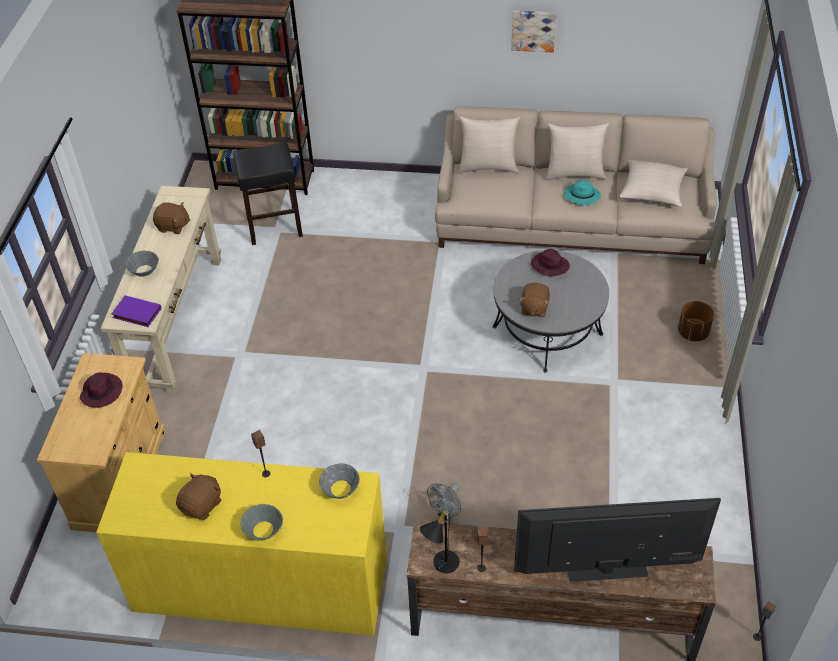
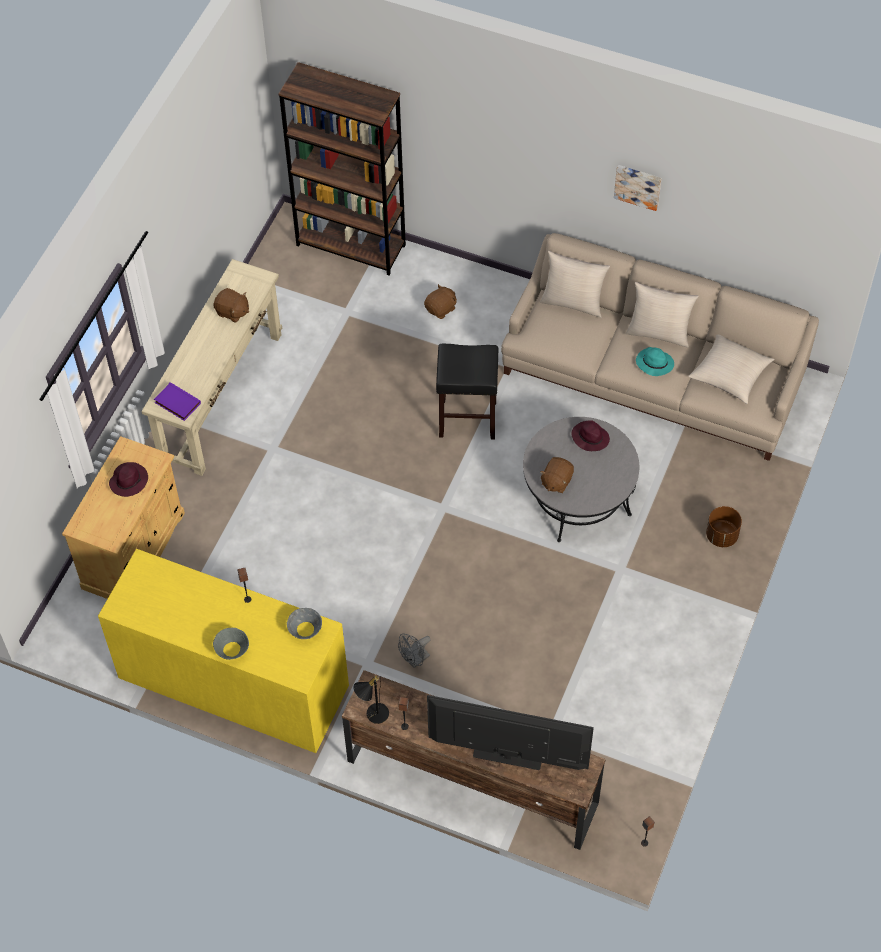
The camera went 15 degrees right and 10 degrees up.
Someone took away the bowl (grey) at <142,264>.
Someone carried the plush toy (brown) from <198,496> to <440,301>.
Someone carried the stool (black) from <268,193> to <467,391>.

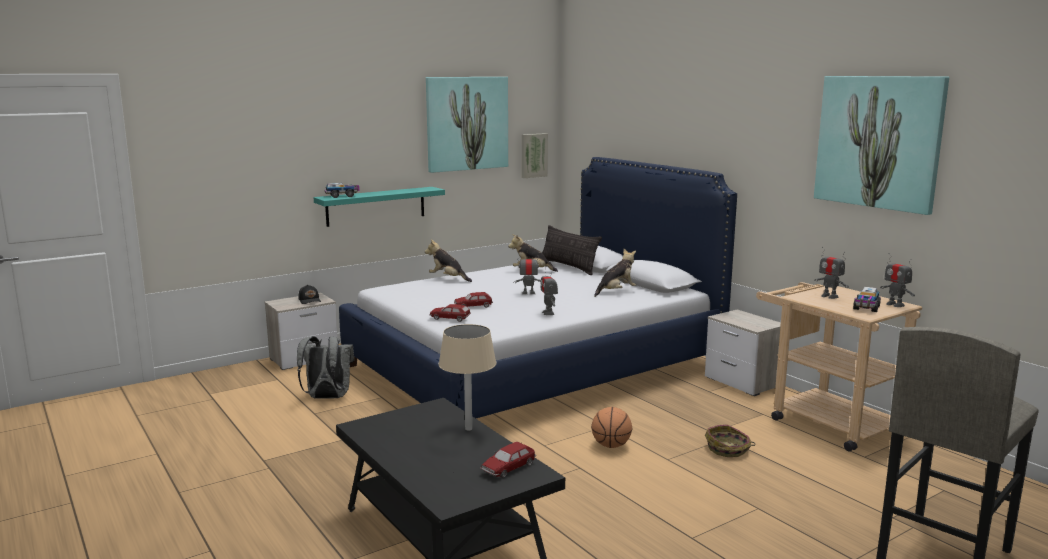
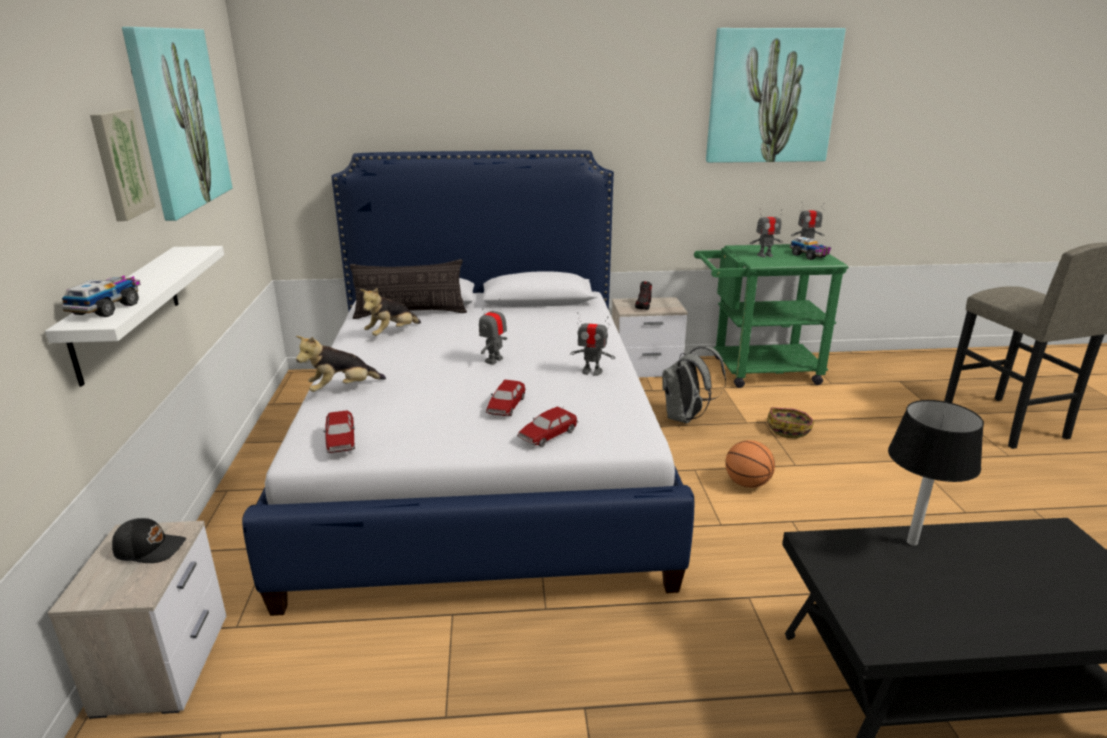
The camera went 60 degrees left and 10 degrees up.
Someone took away the plush toy at <615,273>.
Someone put down the shoe at <643,295>.
Someone carried the backpack (grey) from <325,367> to <694,385>.
Someone carried the toy car from <508,460> to <339,432>.
Someone carried the picture from <535,155> to <123,165>.
Someone repainted the shelf (turquoise) at <379,207>, which became the shelf (white) at <134,316>.
Someone repainted the table lamp (beige) at <467,377>, which became the table lamp (black) at <936,473>.
Someone repainted the cart (beige) at <839,366>, which became the cart (green) at <771,316>.

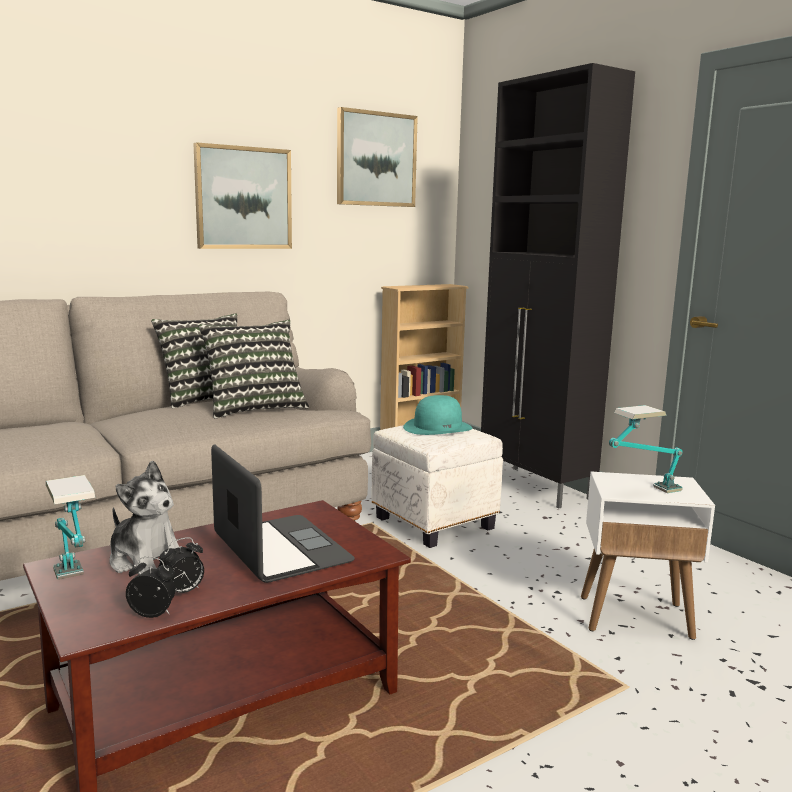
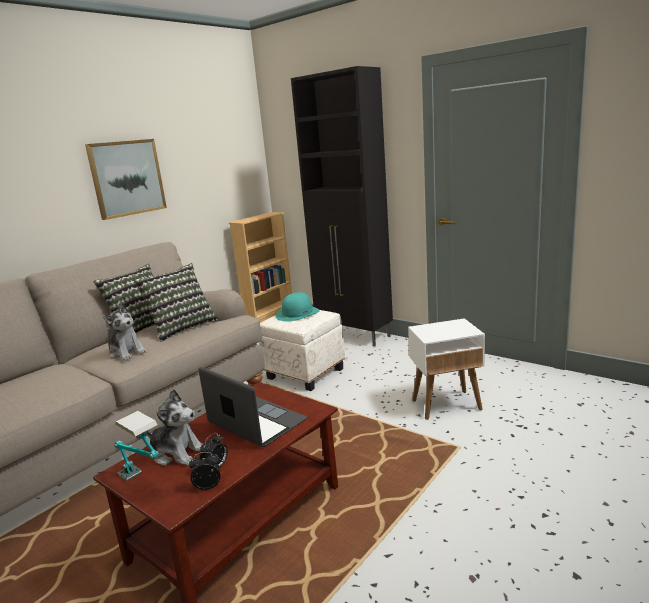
The camera went 15 degrees left and 5 degrees up.
Someone took away the picture at <377,157>.
Someone took away the table lamp at <646,449>.
Someone put down the plush toy at <125,331>.

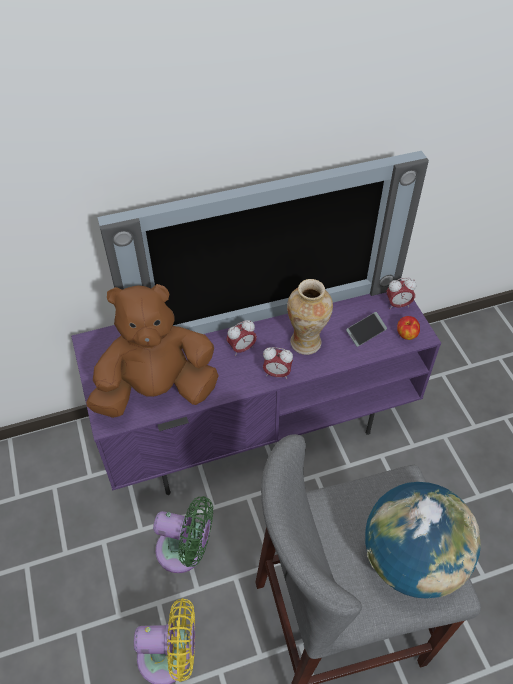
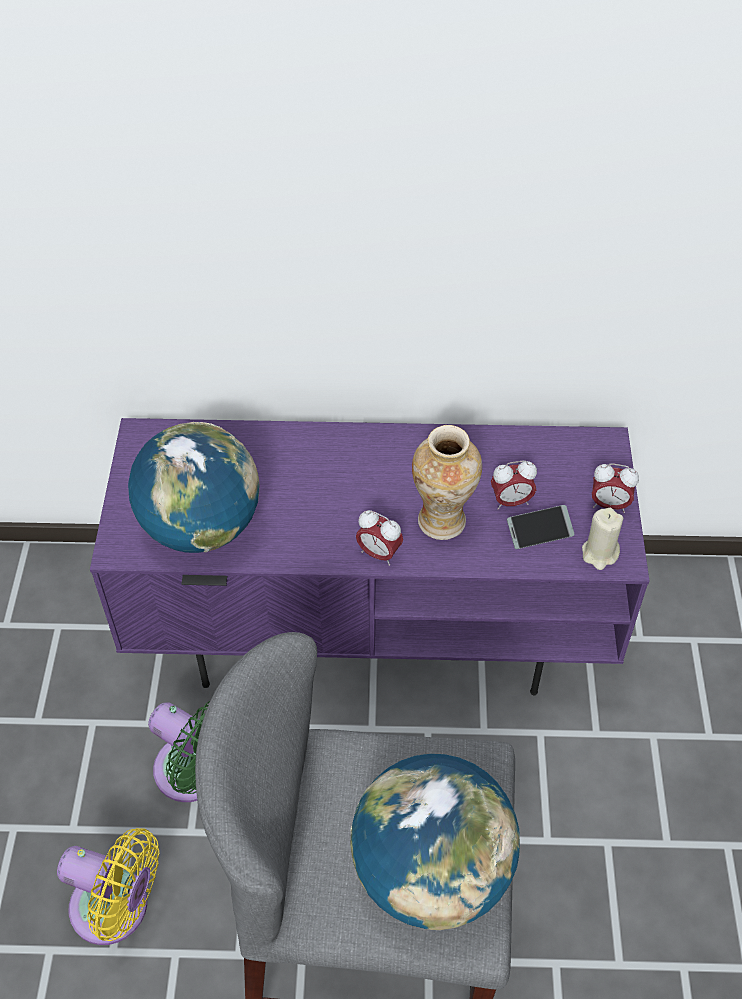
The camera went 20 degrees right and 0 degrees up.
Someone took away the television at <263,242>.
Someone carried the alarm clock from <241,338> to <514,485>.
Someone swapped the plush toy (brown) at <152,351> for the globe at <194,487>.
Someone swapped the apple at <408,328> for the candle (beige) at <602,539>.

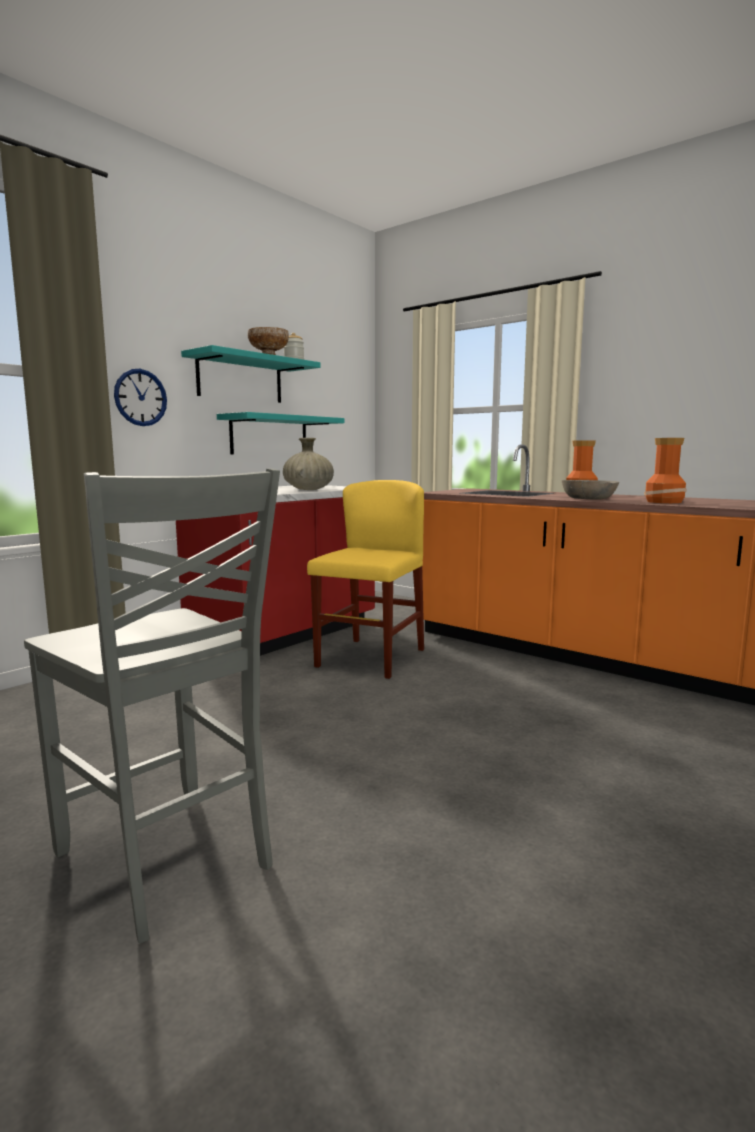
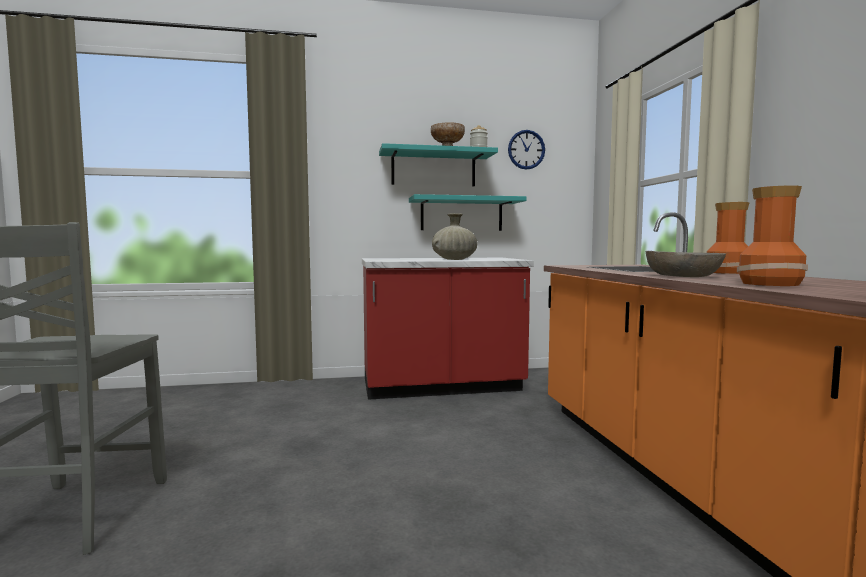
The camera went 40 degrees right and 5 degrees down.
Someone took away the chair (yellow) at <365,579>.
Someone carried the wall clock from <140,397> to <526,150>.

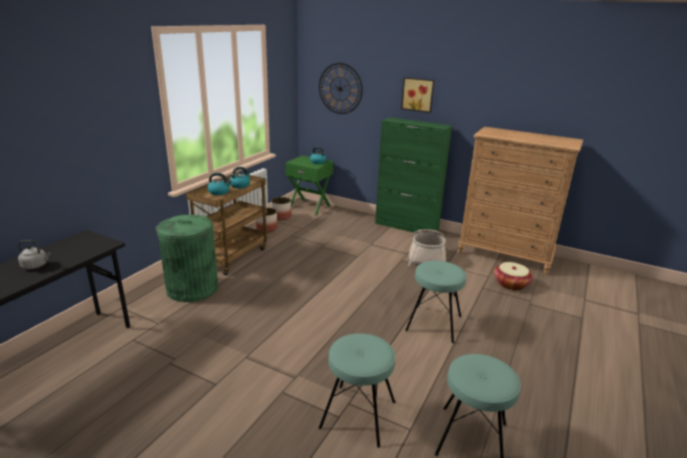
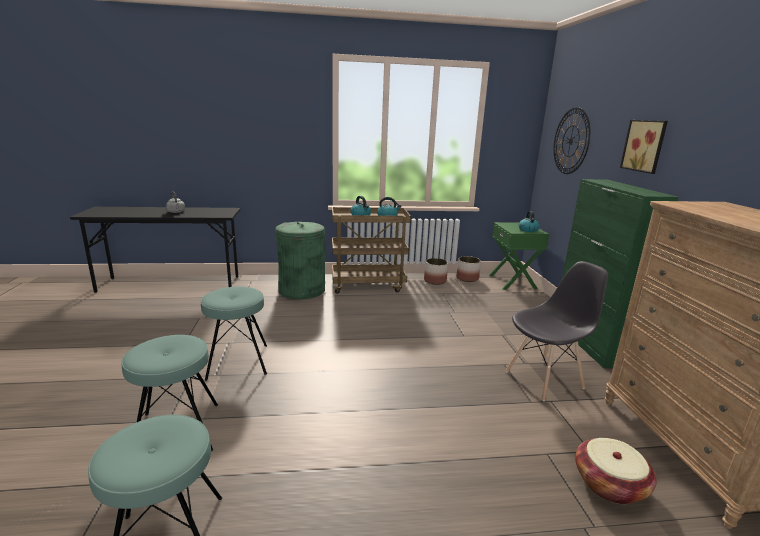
The camera went 55 degrees right and 5 degrees down.
Someone carried the stool (turquoise) from <435,302> to <234,333>.
Someone swapped the basket at <427,247> for the chair (grey) at <557,331>.

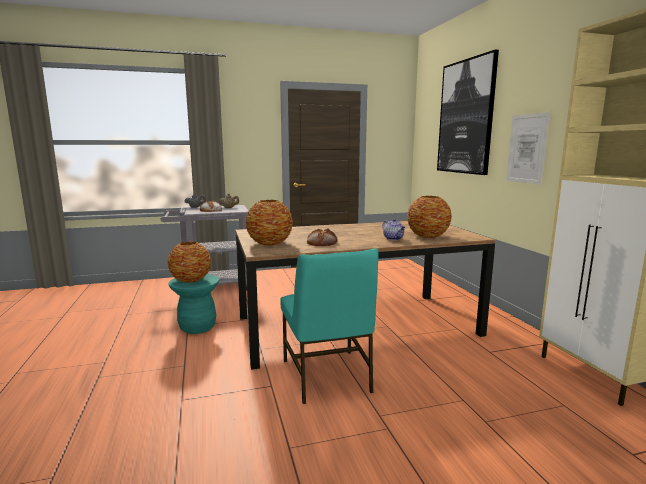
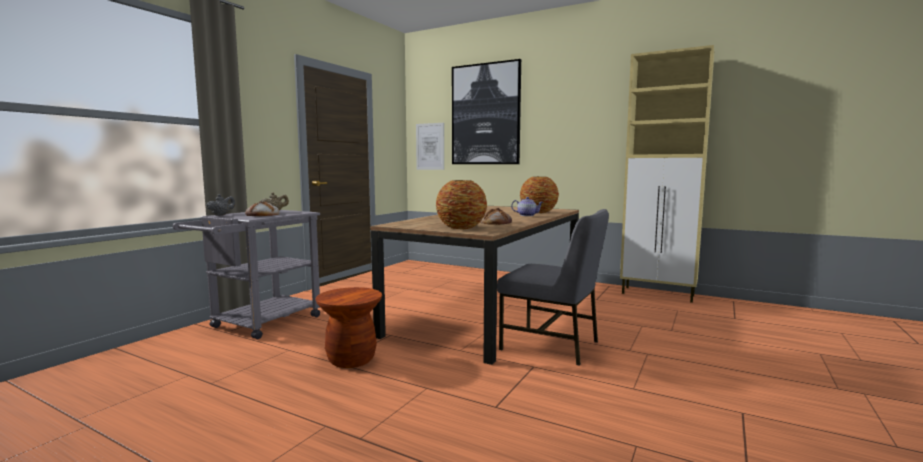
The camera went 45 degrees left and 5 degrees down.
Someone took away the vase at <189,262>.
Someone carried the picture from <528,148> to <430,146>.
Someone repainted the stool (turquoise) at <194,304>, which became the stool (brown) at <349,327>.
Someone repainted the chair (turquoise) at <329,326>, which became the chair (grey) at <553,287>.

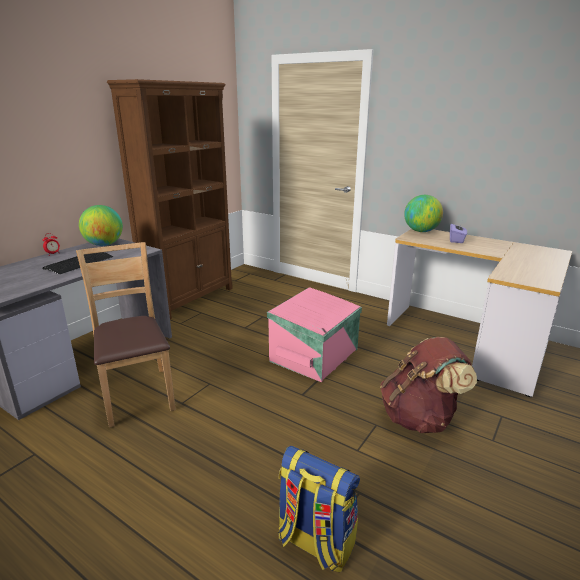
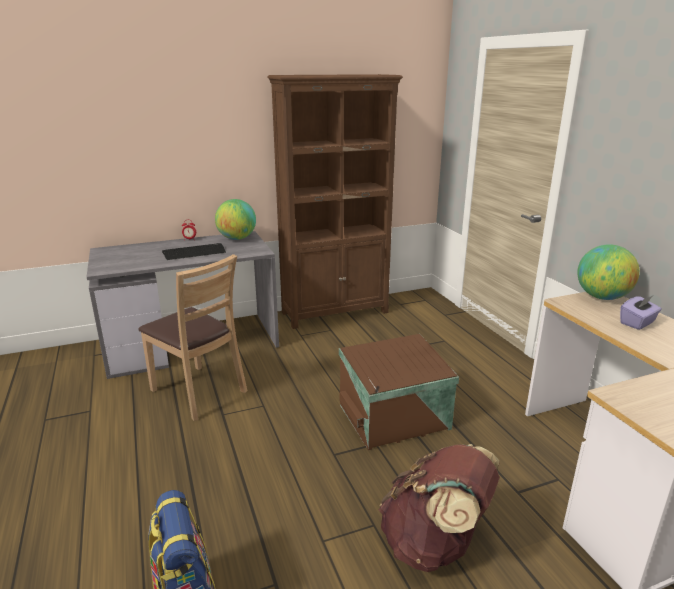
The camera went 35 degrees right and 0 degrees up.
Someone repainted the storage box (pink) at <314,334>, which became the storage box (brown) at <399,392>.
Someone rotated the chair (brown) at <126,335> by 120 degrees clockwise.

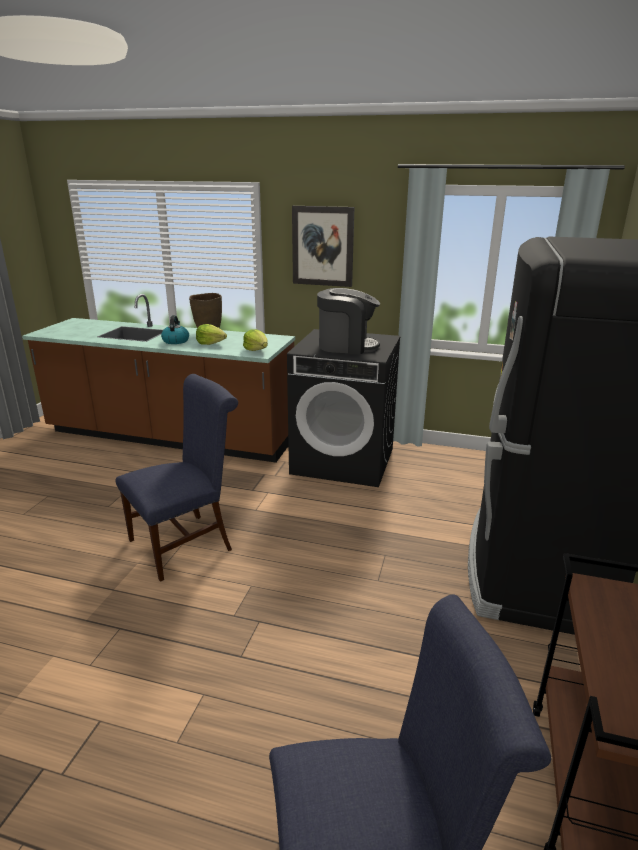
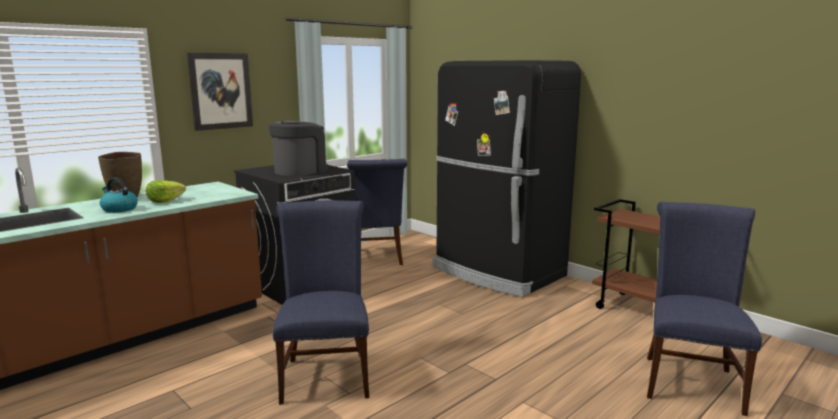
The camera went 60 degrees left and 10 degrees down.
Someone took away the lettuce at <255,340>.
Someone put down the chair (blue) at <377,212>.

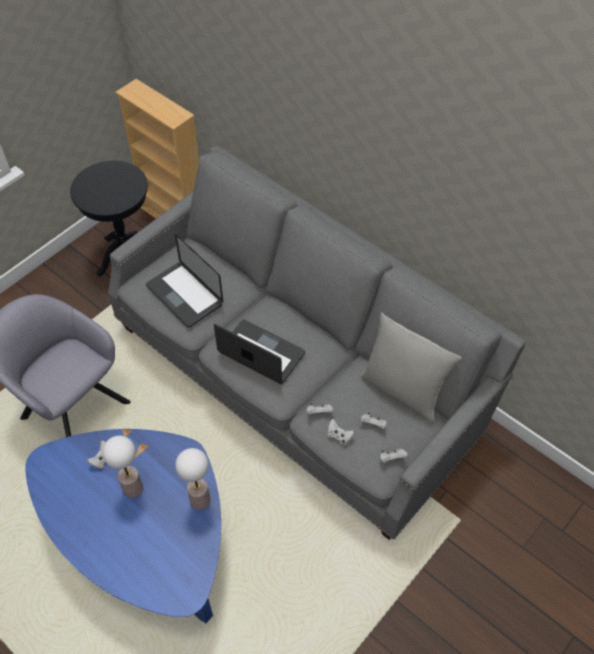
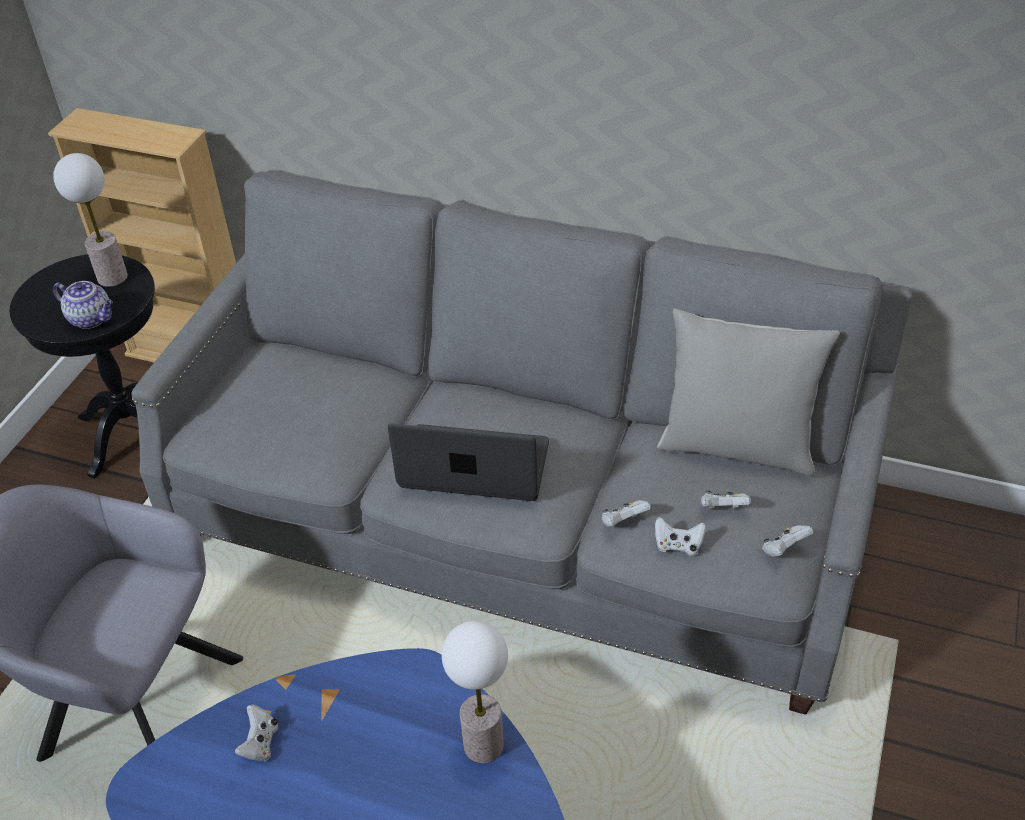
The camera went 20 degrees left and 10 degrees down.
Someone took away the laptop at <184,280>.
Someone put down the teapot at <83,305>.
Someone carried the table lamp from <122,467> to <90,220>.

